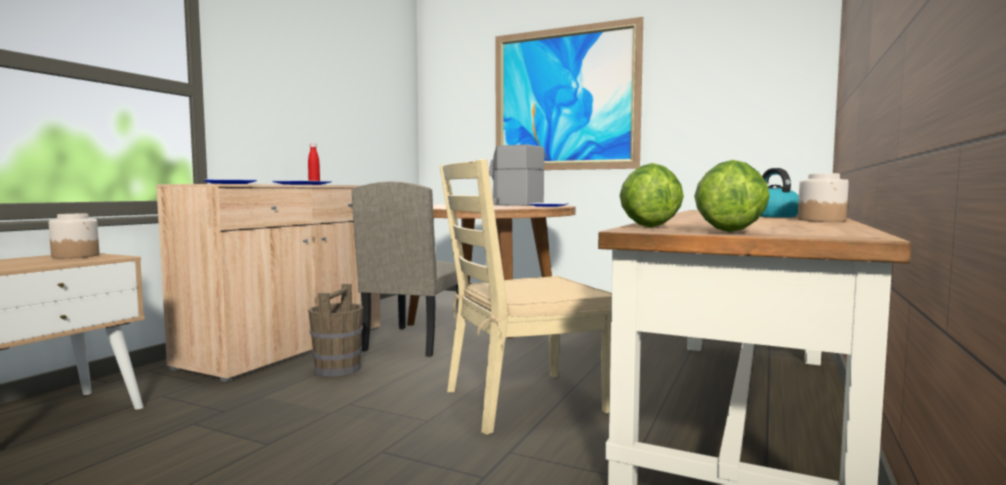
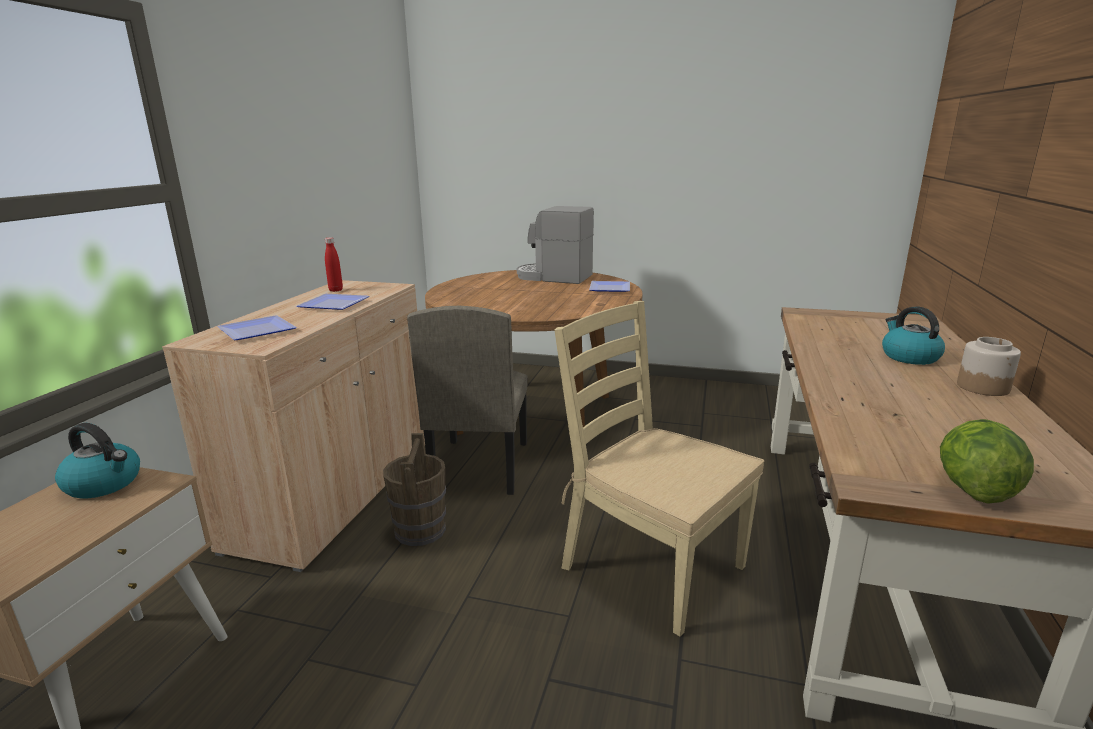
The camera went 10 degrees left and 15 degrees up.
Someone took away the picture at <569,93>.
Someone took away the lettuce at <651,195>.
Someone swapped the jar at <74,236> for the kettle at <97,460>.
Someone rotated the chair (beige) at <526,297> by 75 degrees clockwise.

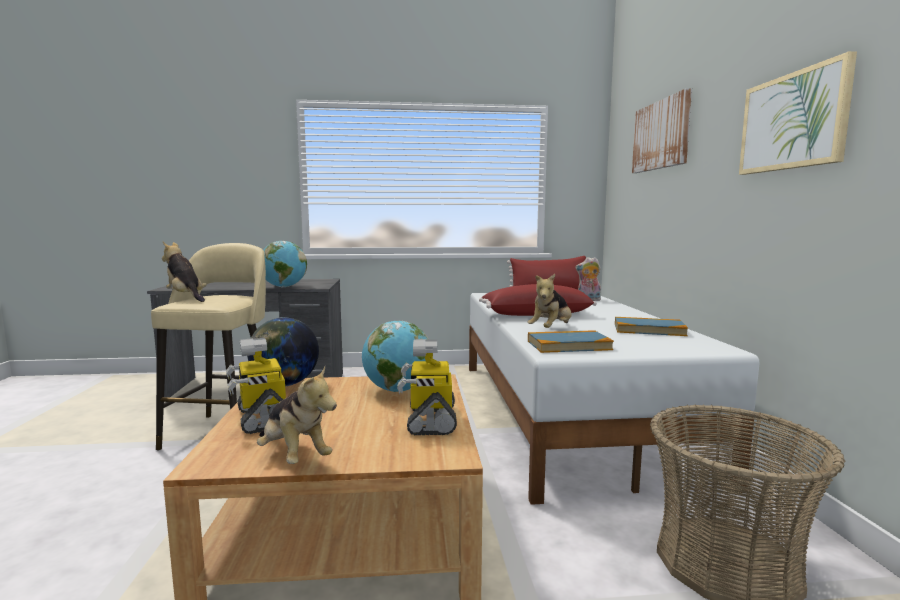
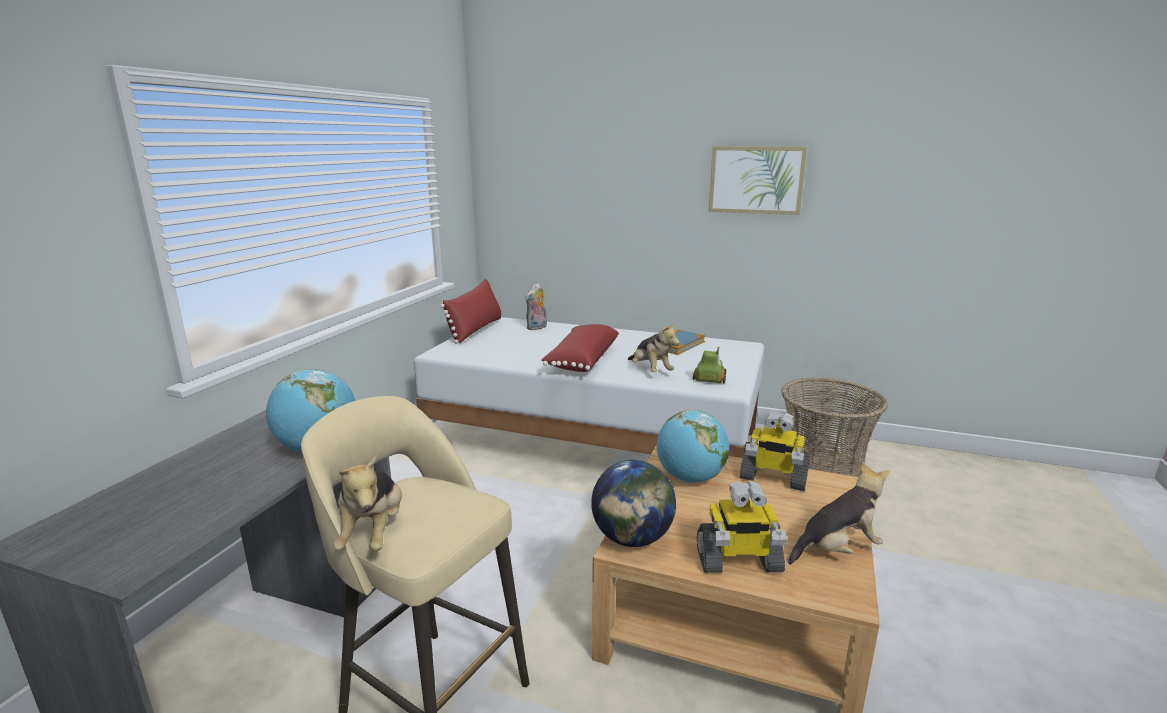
The camera went 65 degrees left and 10 degrees up.
Someone took away the picture at <662,130>.
Someone swapped the book at <571,341> for the toy car at <709,365>.
Someone rotated the plush toy at <184,272> by 75 degrees counterclockwise.

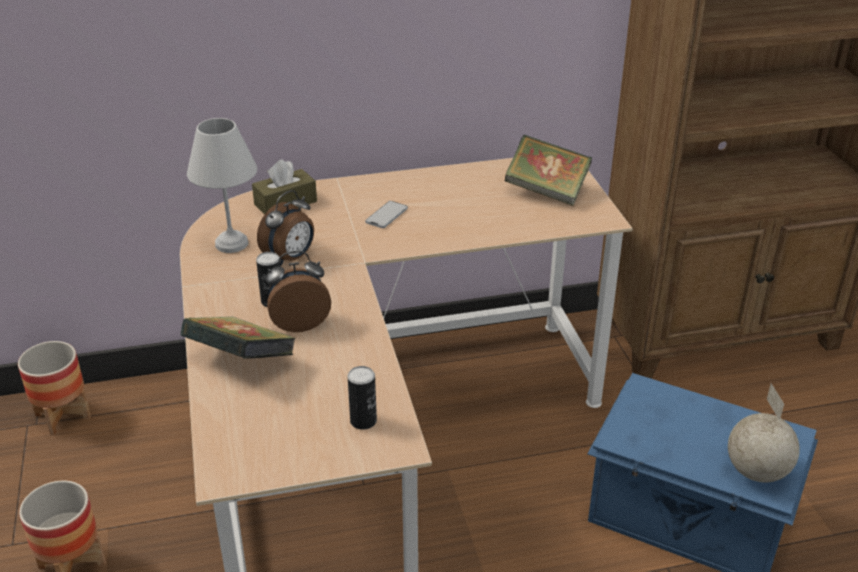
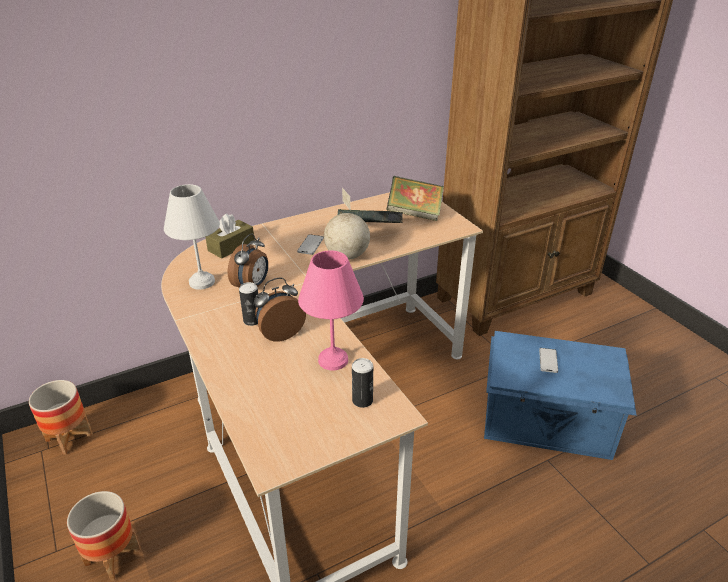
The camera went 15 degrees left and 0 degrees up.
Someone put down the table lamp (pink) at <331,310>.
Someone put down the phone at <548,360>.
Someone carried the book from <238,337> to <370,216>.
Someone carried the globe from <764,432> to <347,224>.

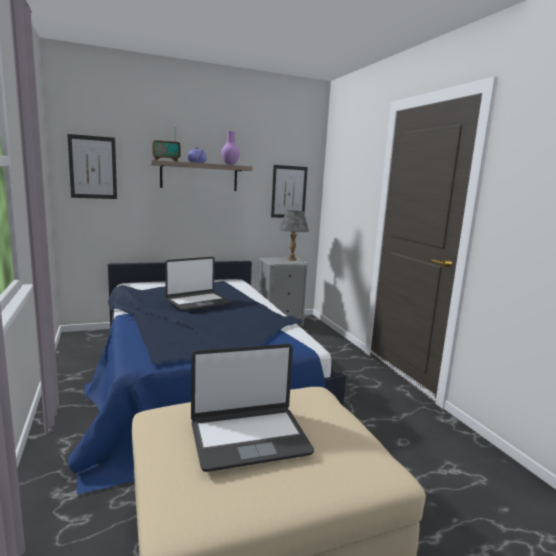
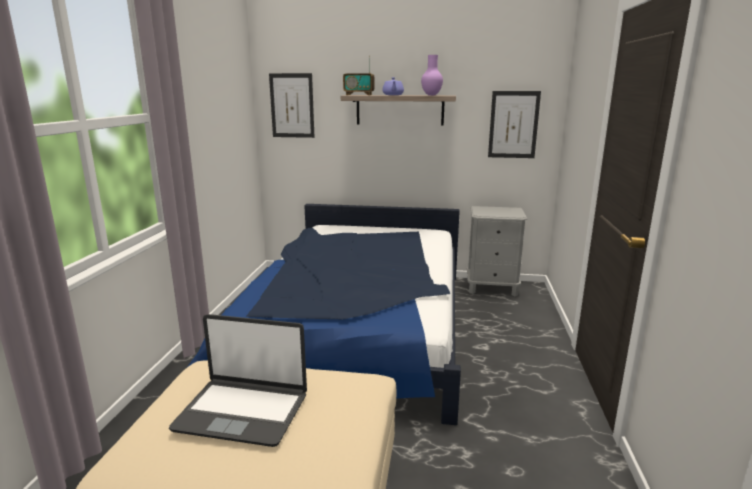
The camera went 30 degrees right and 5 degrees up.
Someone took away the laptop at <198,284>.
Someone took away the table lamp (grey) at <294,235>.

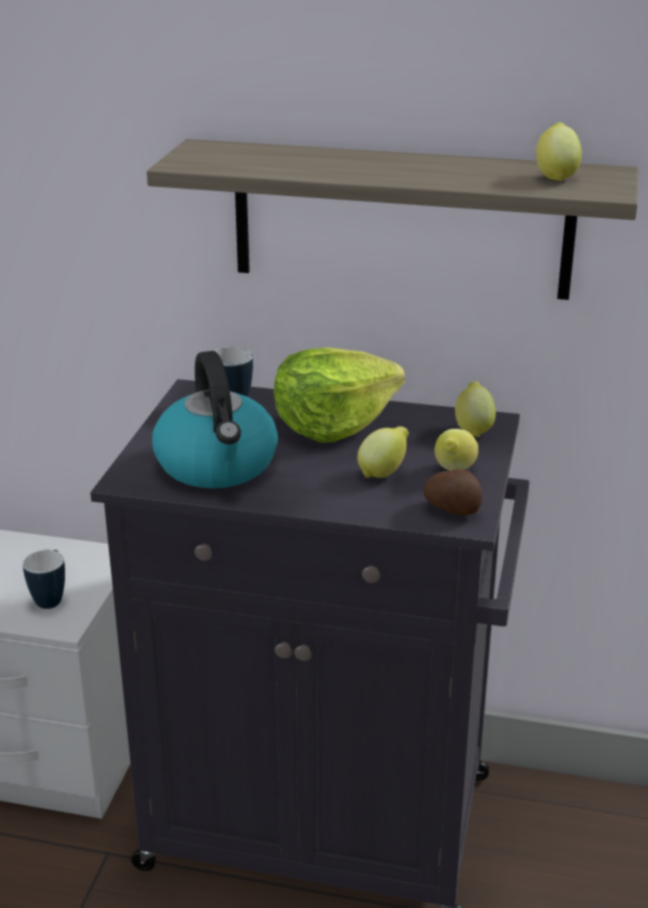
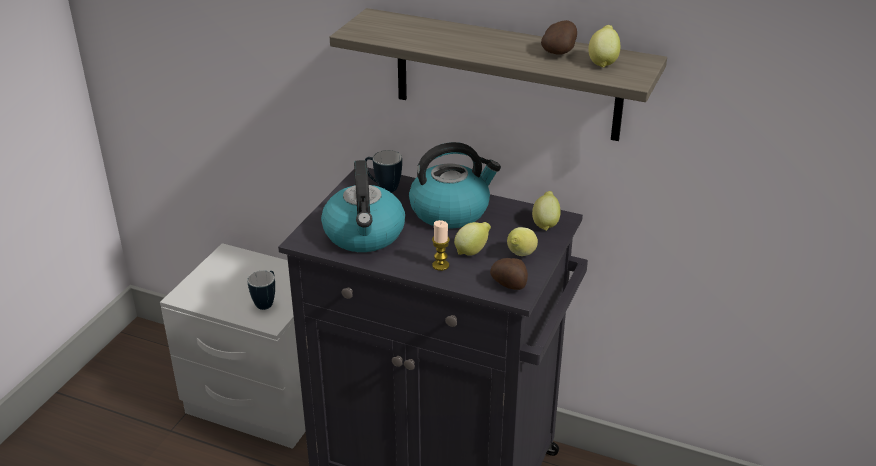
The camera went 10 degrees right and 5 degrees up.
Someone put down the candle at <441,245>.
Someone put down the potato at <559,37>.
Someone swapped the lettuce at <339,395> for the kettle at <455,185>.

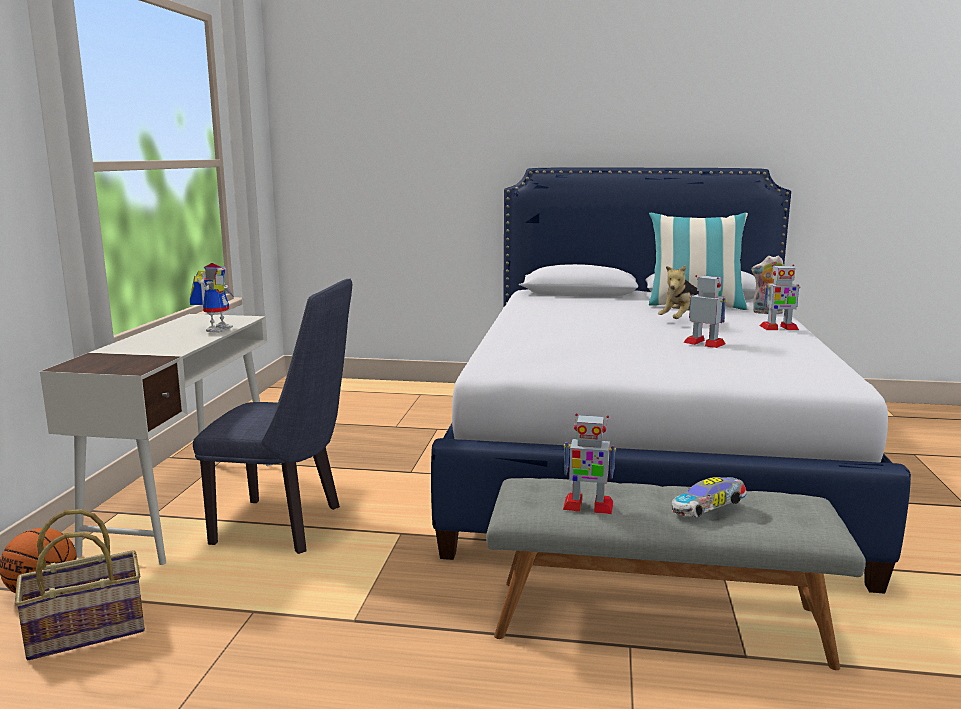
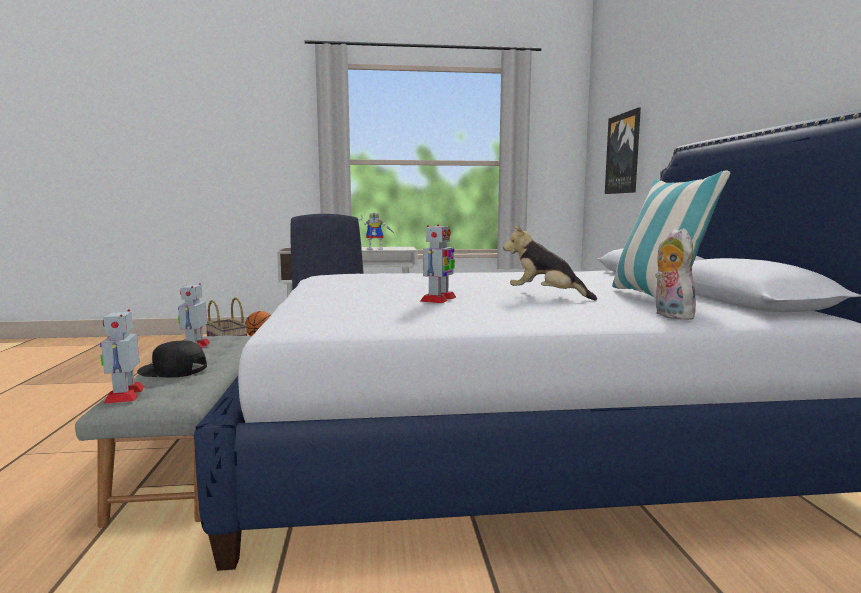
The camera went 75 degrees right and 5 degrees down.
Someone put up the picture at <623,150>.
Someone carried the toy robot from <780,297> to <122,356>.
Someone swapped the toy car at <709,497> for the cap (black) at <172,359>.

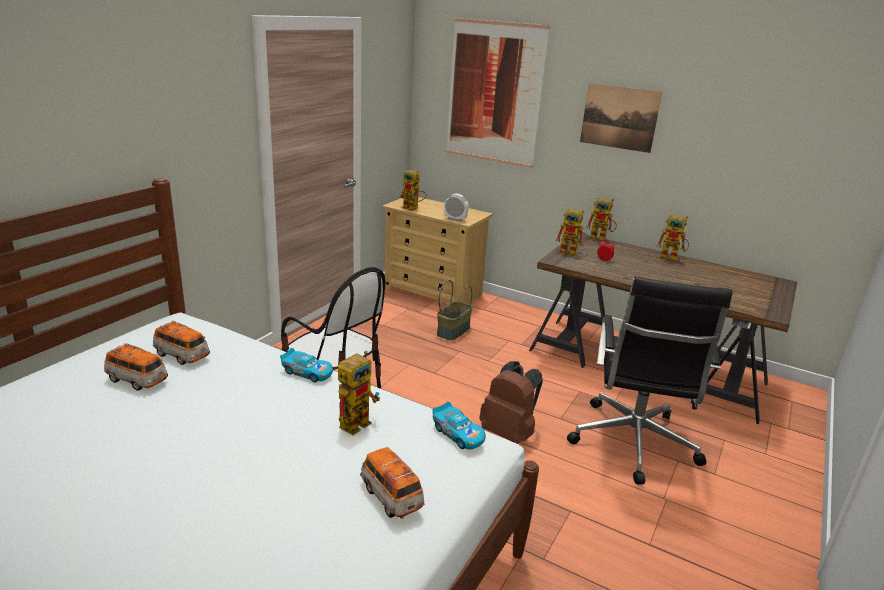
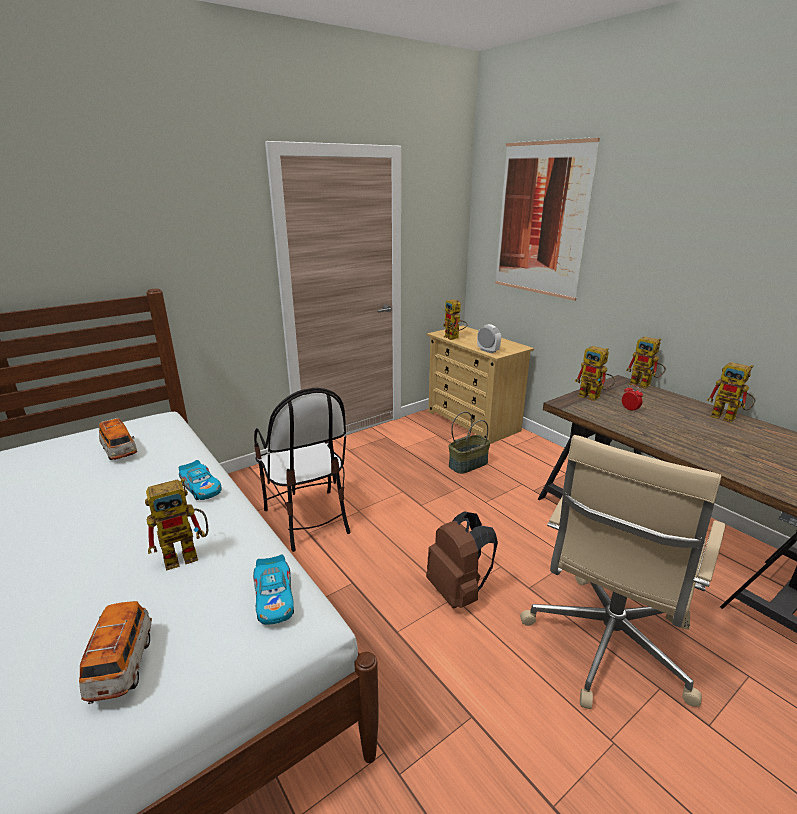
The camera went 25 degrees right and 0 degrees up.
Someone took away the toy car at <136,367>.
Someone took away the picture at <621,118>.
Someone repainted the office chair (black) at <650,380>, which became the office chair (beige) at <622,572>.

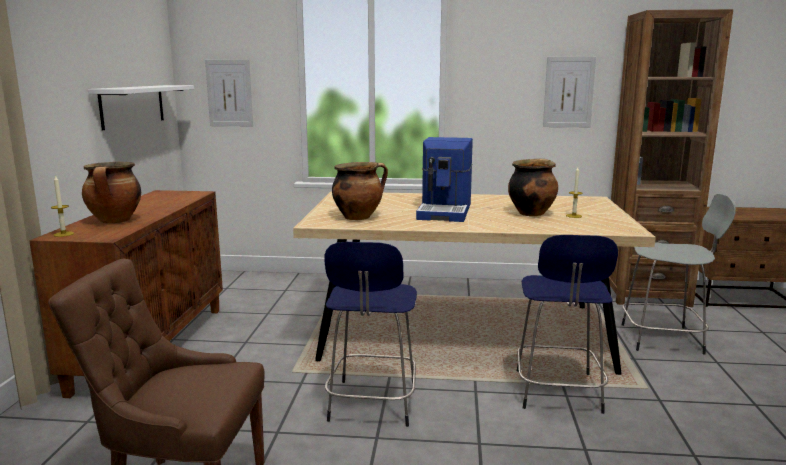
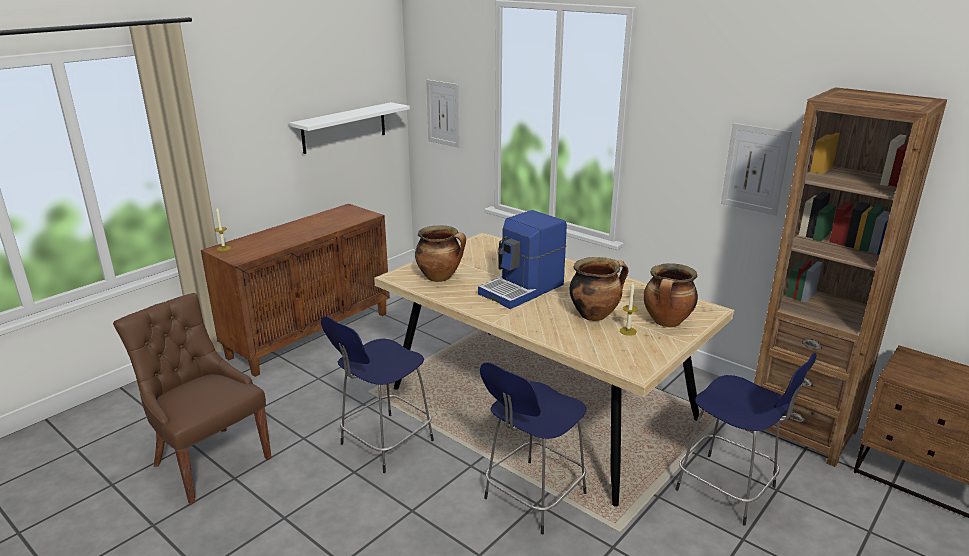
The camera went 35 degrees right and 10 degrees up.
Someone carried the cooking pot from <111,192> to <670,295>.
Someone repainted the stool (grey) at <679,274>, which became the stool (blue) at <746,439>.

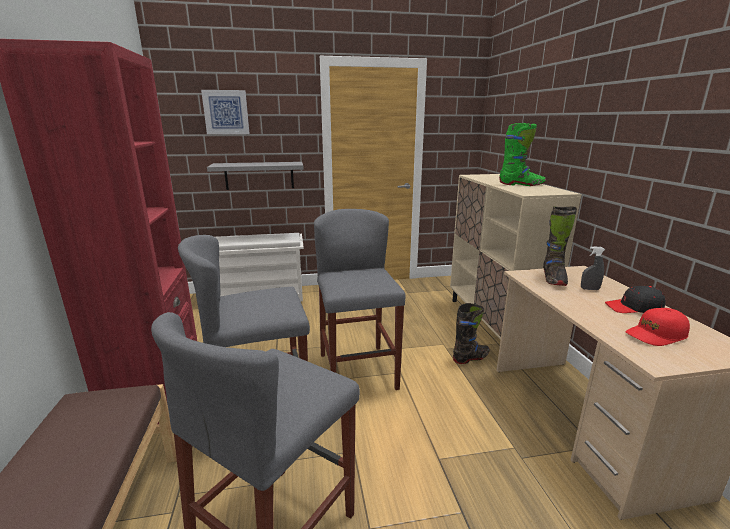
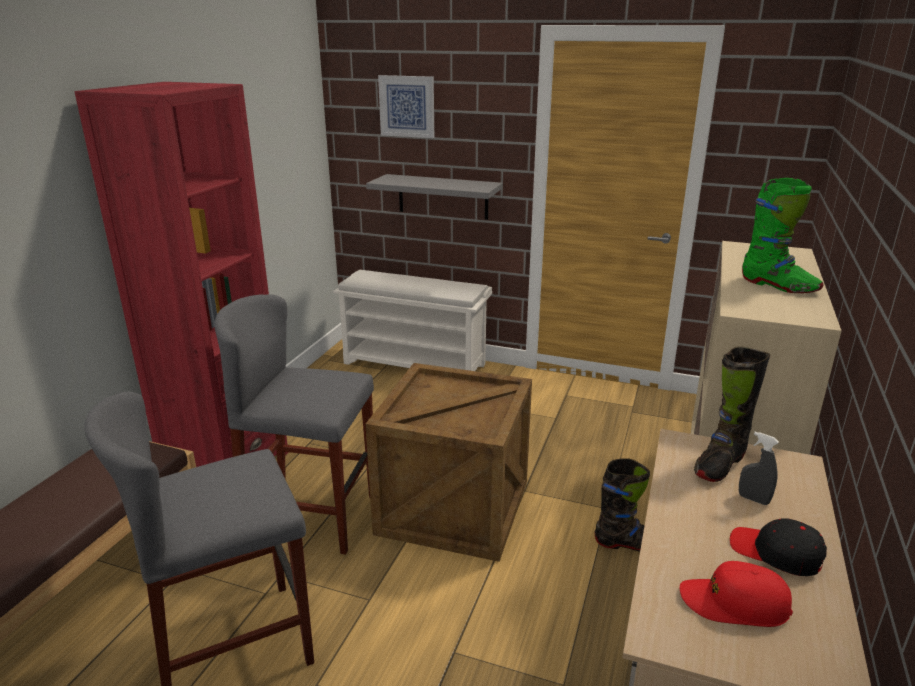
The camera went 30 degrees right and 5 degrees up.
Someone swapped the stool (grey) at <359,299> for the crate at <448,462>.

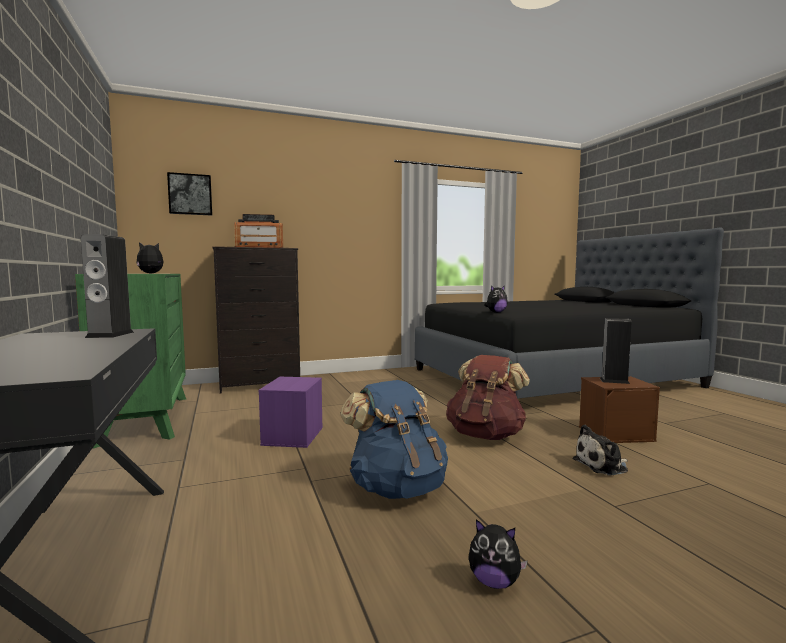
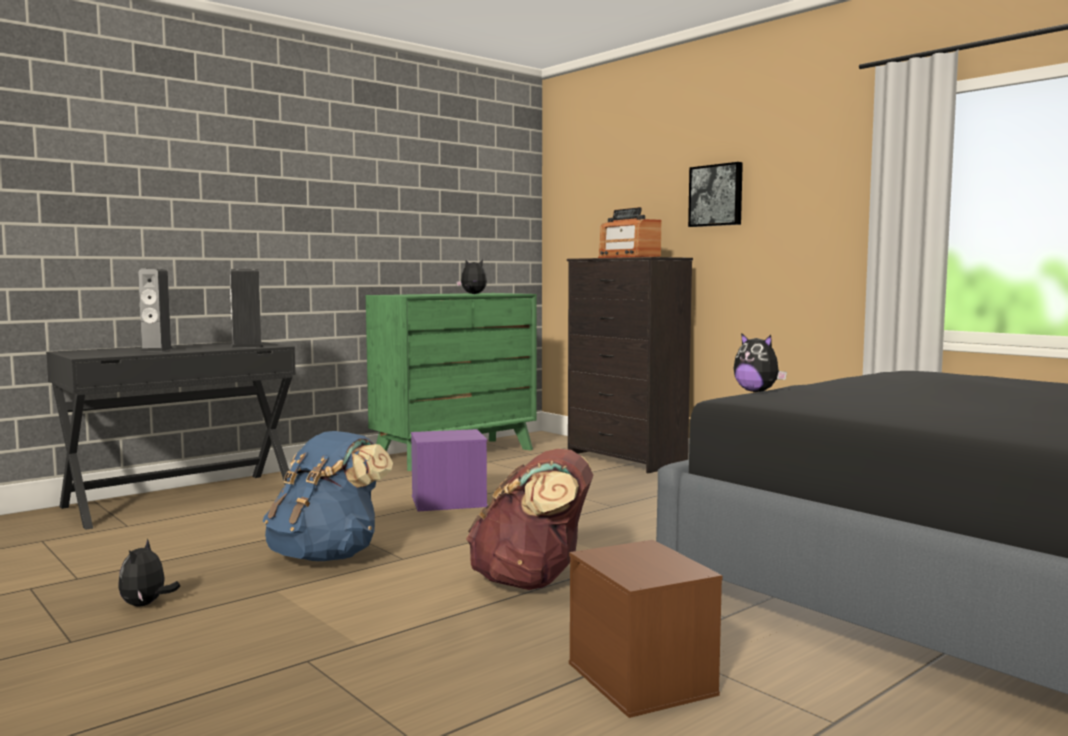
The camera went 70 degrees right and 0 degrees up.
Someone took away the plush toy at <600,450>.
Someone carried the picture from <189,193> to <715,194>.
Someone carried the speaker from <616,351> to <155,310>.

